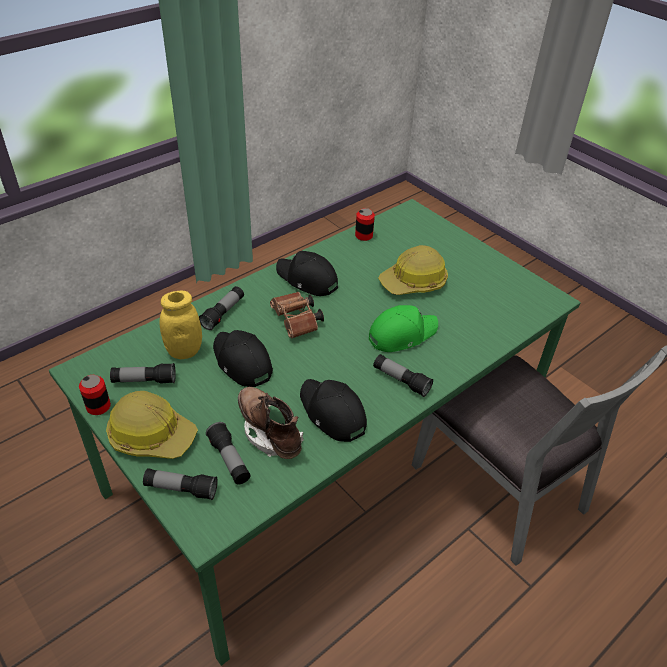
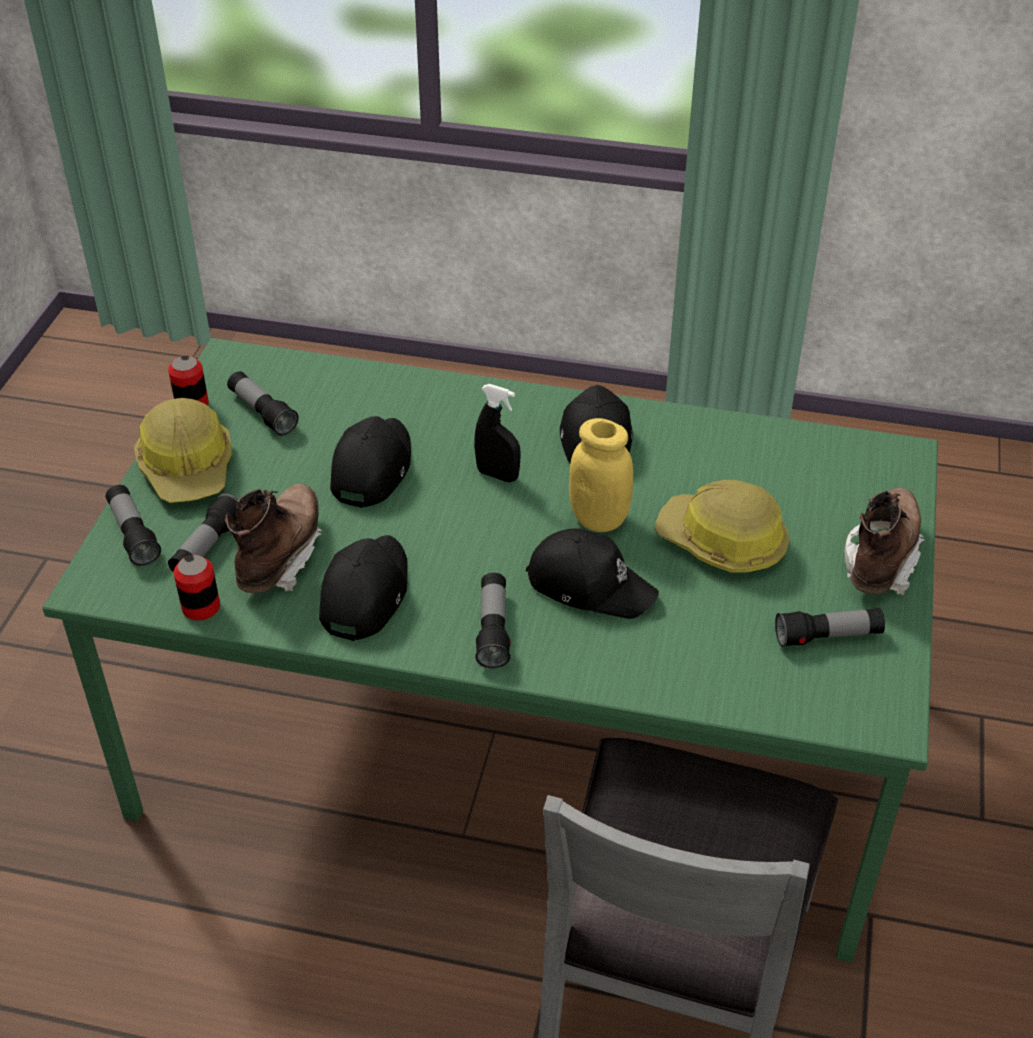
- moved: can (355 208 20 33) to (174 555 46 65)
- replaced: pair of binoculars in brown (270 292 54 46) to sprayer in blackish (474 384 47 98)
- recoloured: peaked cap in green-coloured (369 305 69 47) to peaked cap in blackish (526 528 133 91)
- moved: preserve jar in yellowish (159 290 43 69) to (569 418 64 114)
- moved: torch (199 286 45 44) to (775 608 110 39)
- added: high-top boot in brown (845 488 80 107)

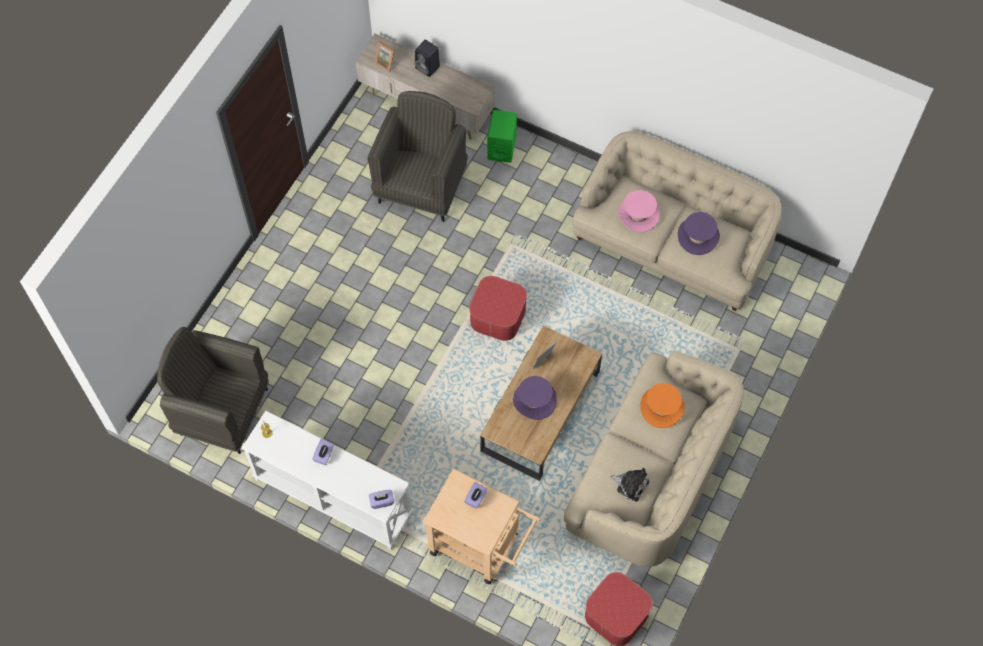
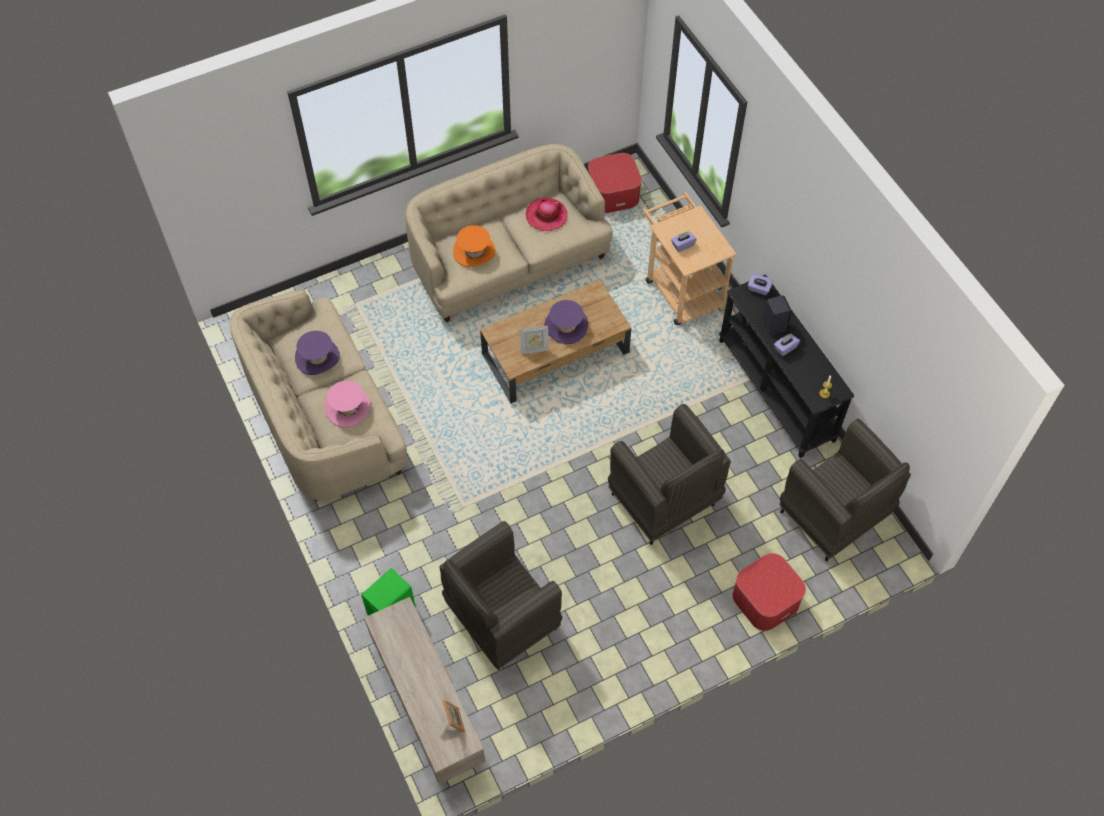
- replaced: plush toy (611 468 38 33) to hat (526 198 42 33)
- added: armchair in gray (608 404 123 141)
- recoloured: console table in whitish (242 411 170 139) to console table in blackish (719 274 135 184)
- moved: pouffe (469 276 58 65) to (732 553 74 78)
- moved: audio speaker in blackish (415 40 25 37) to (762 295 29 40)

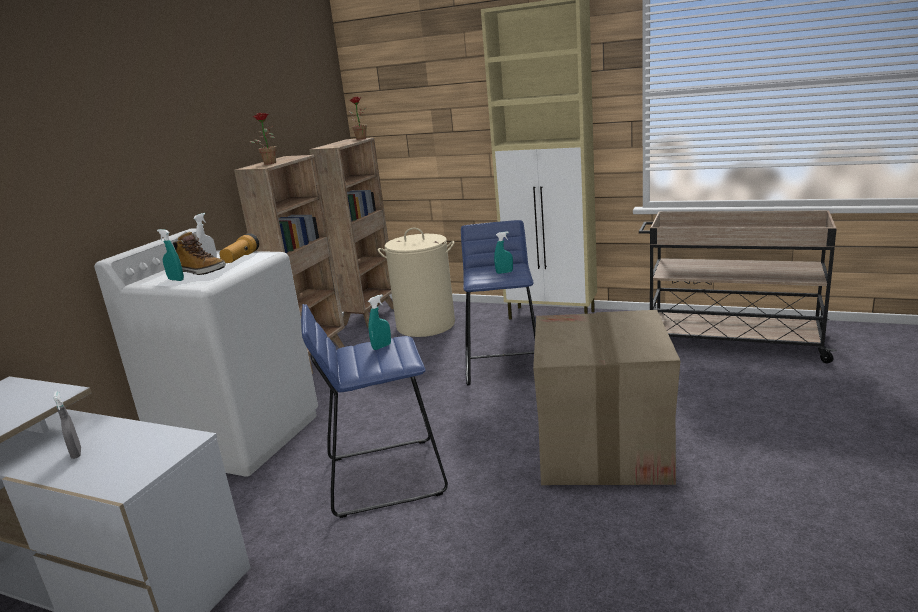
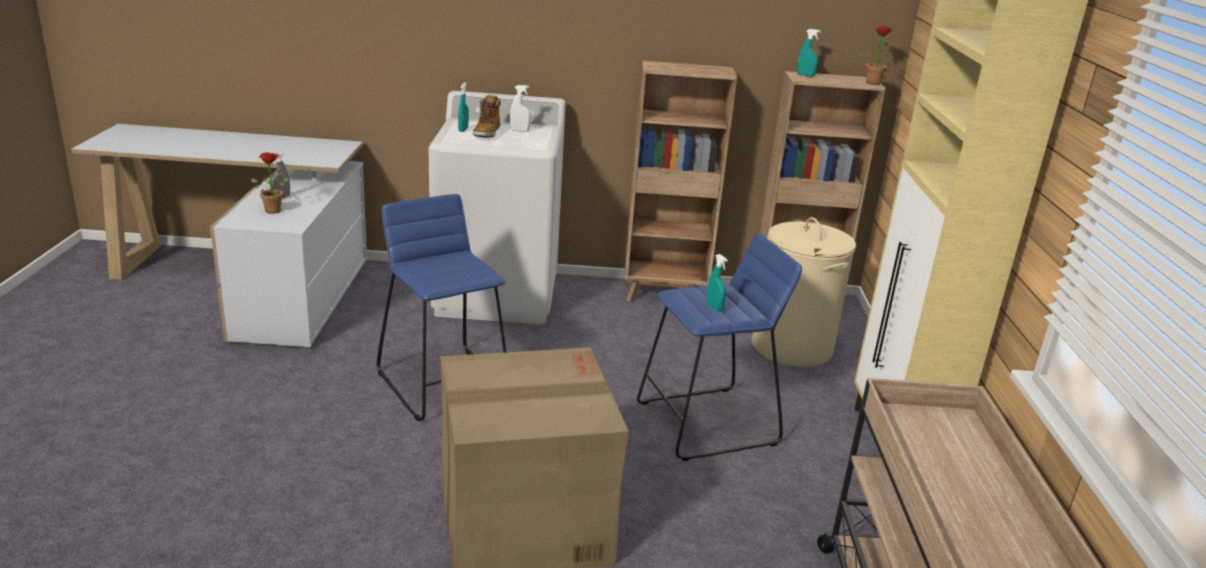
- moved: houseplant (249 113 27 52) to (251 152 44 62)
- moved: sprayer in blue-green (368 294 23 56) to (797 29 24 48)
- removed: torch (219 233 40 30)

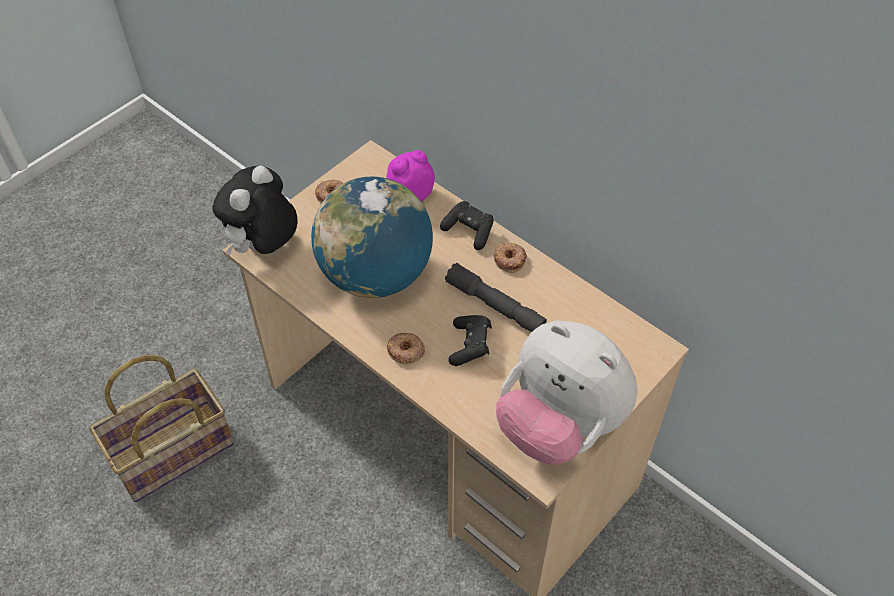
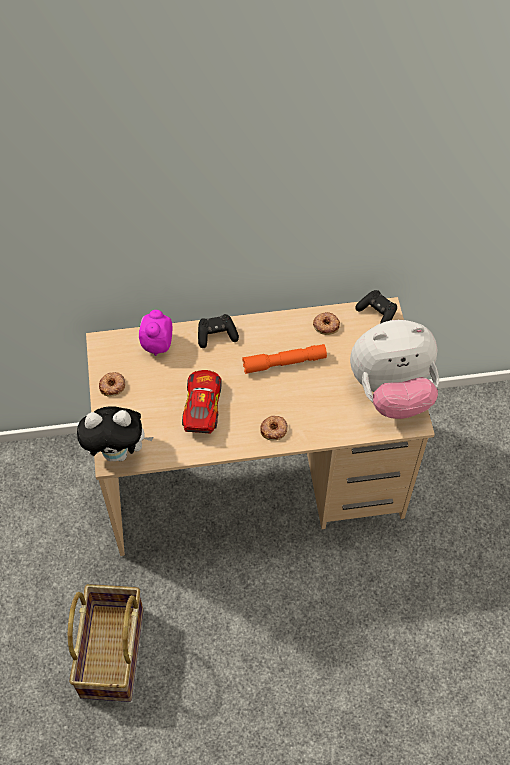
- turned: plush toy (212 165 86 91) = (77 406 76 55) 75 degrees counterclockwise
- replaced: globe (311 177 122 121) to miniature car (182 370 40 64)
- recoloured: torch in gray (445 263 102 69) to torch in orangey (242 344 85 30)
- moved: donut (493 243 34 30) to (313 312 27 23)
- moved: gamepad in blackish (448 315 44 51) to (355 290 42 33)

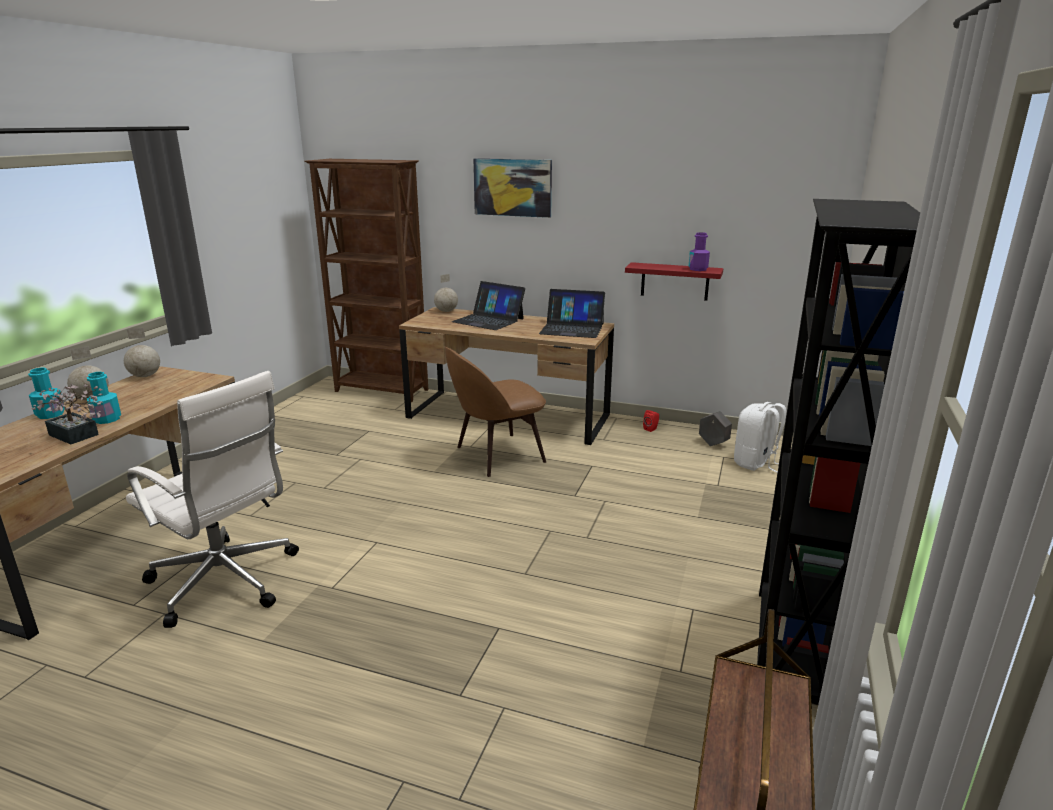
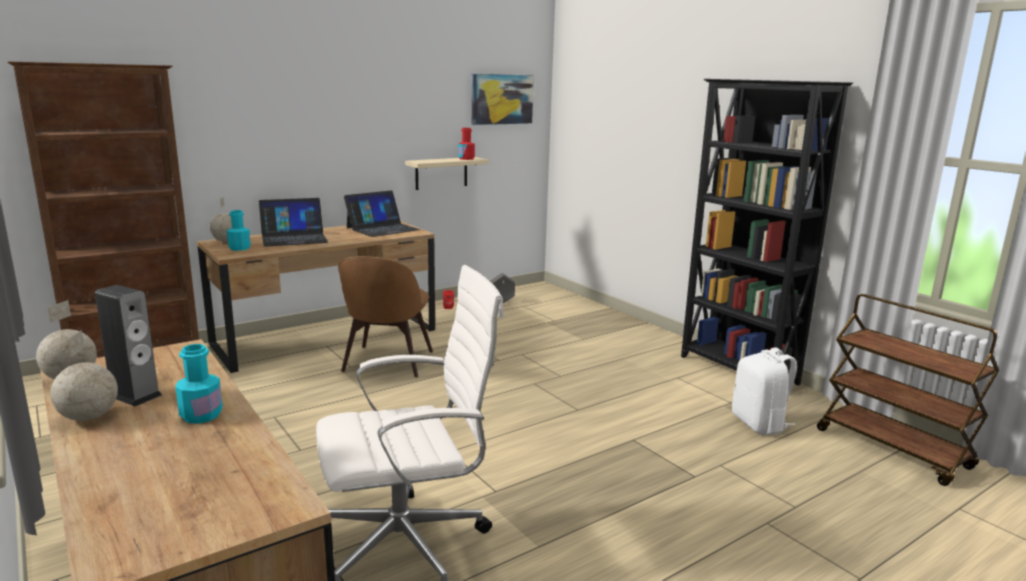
- added: audio speaker (95 285 67 121)
- moved: beverage bottle in blue-green (28 368 37 51) to (227 210 24 41)
- recoloured: shelf in red-coloured (625 262 98 39) to shelf in beige-coloured (405 157 84 33)
- recoloured: beverage bottle in purple-coloured (689 232 21 39) to beverage bottle in red-coloured (458 128 17 32)
- moved: picture (473 158 79 60) to (472 74 62 51)
- moved: knapsack in whitish (734 402 52 71) to (732 348 65 87)
- removed: houseplant (32 384 71 60)

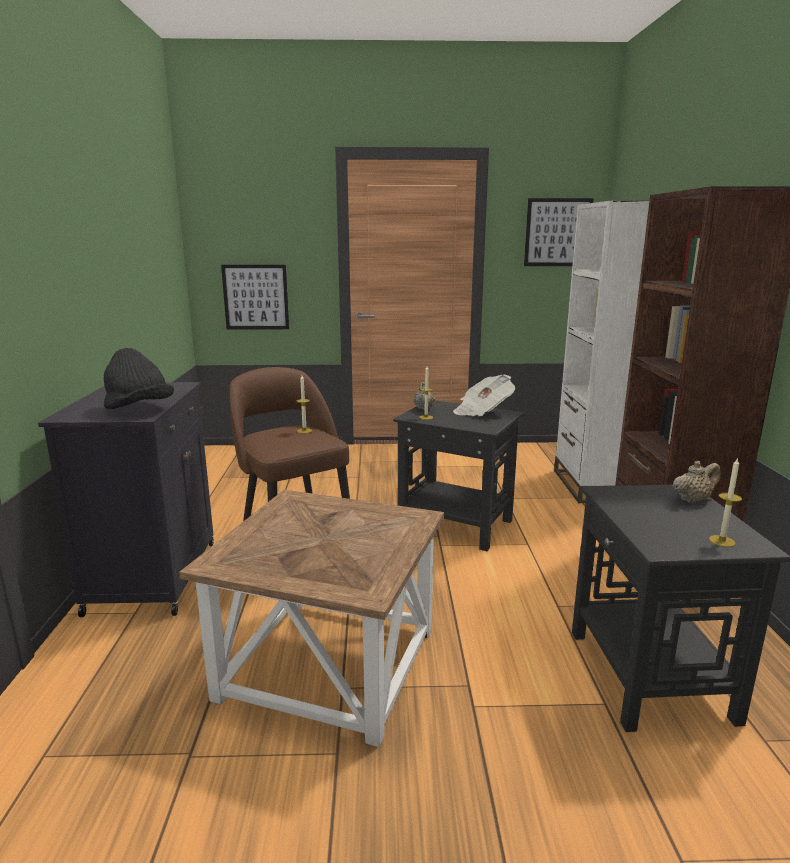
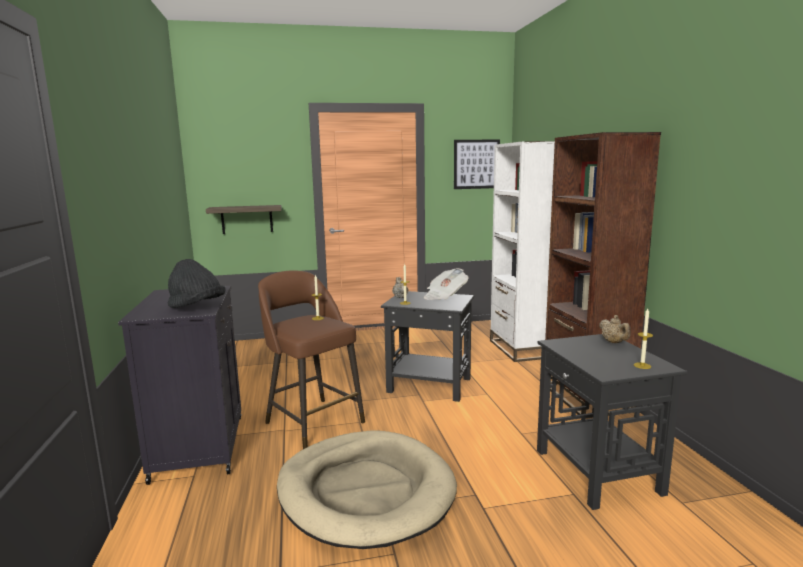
- replaced: picture (221 265 68 65) to shelf (206 205 76 29)
- replaced: end table in brown (180 490 264 257) to pet bed in beige-coloured (277 430 180 119)
- turned: teapot in beige-coloured (672 461 49 42) = (599 315 32 28) 105 degrees clockwise

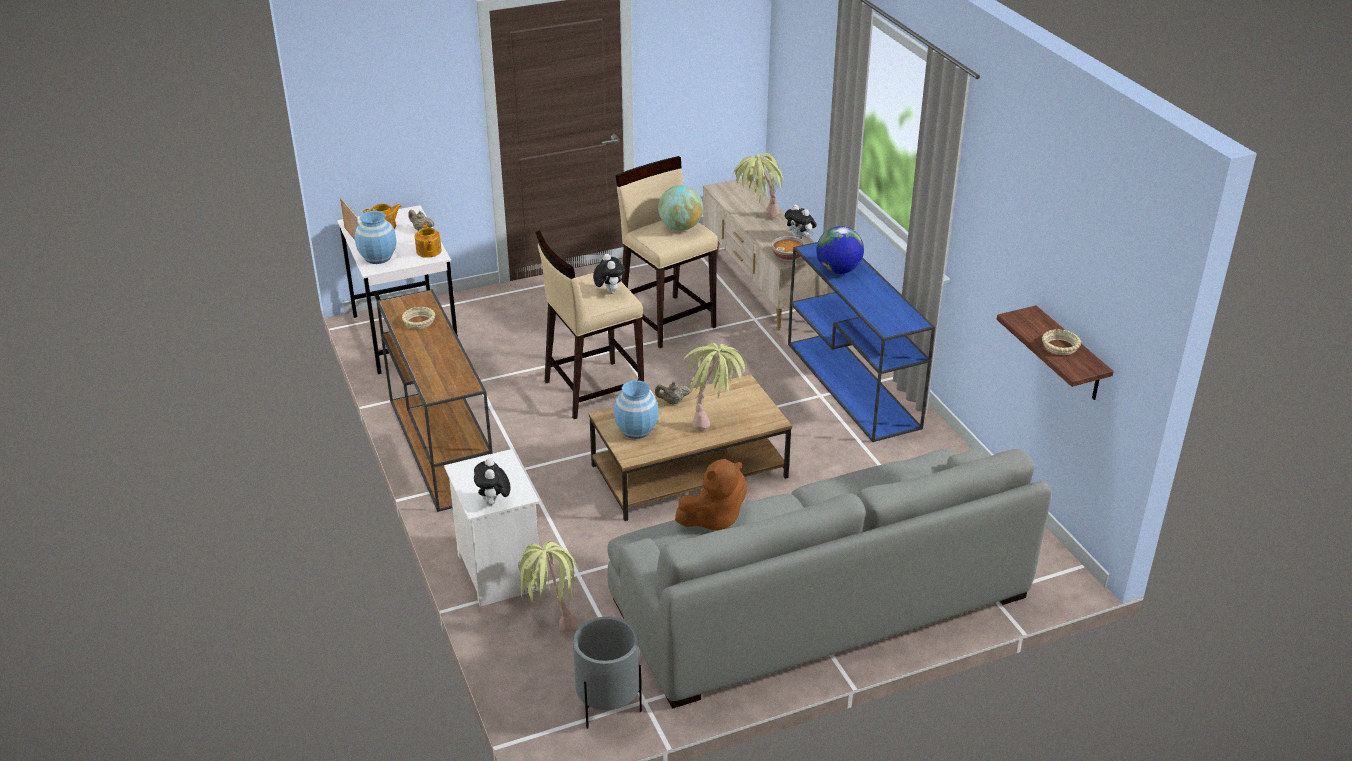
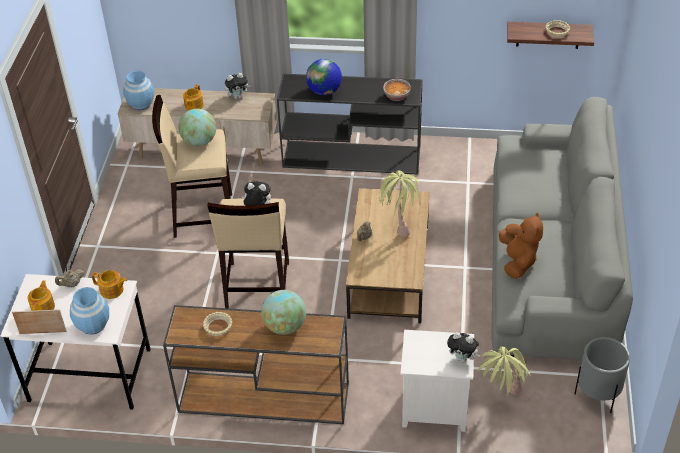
- moved: decorative vase in blue-coloured (614 380 45 59) to (123 71 31 39)
- replaced: houseplant (732 153 51 65) to teapot (183 84 21 27)
- added: globe (261 290 45 45)
- recoloured: console table in blue-coloured (788 242 147 200) to console table in blackish (277 74 146 101)
- moved: serving bowl (772 236 33 25) to (383 79 28 22)

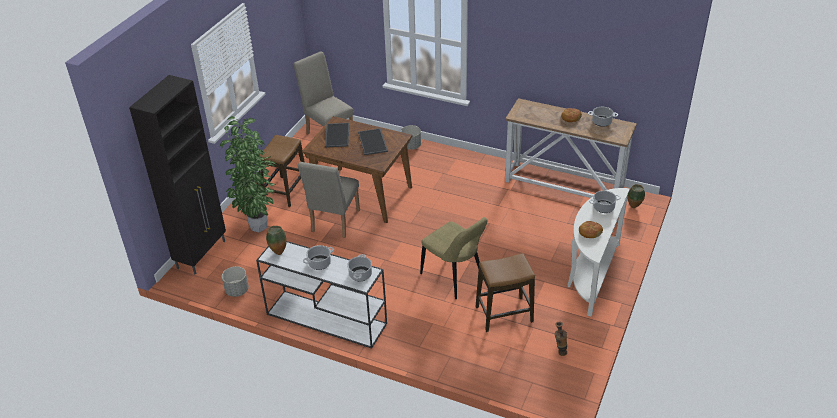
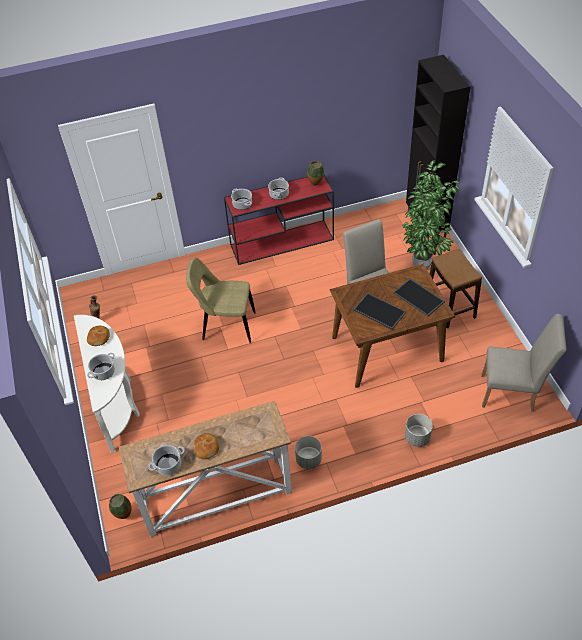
- recoloured: console table in whitish (256 241 131 108) to console table in red-coloured (224 175 110 90)
- moved: flower pot in gray (222 266 27 31) to (295 436 27 33)
- removed: stool (476 253 59 79)

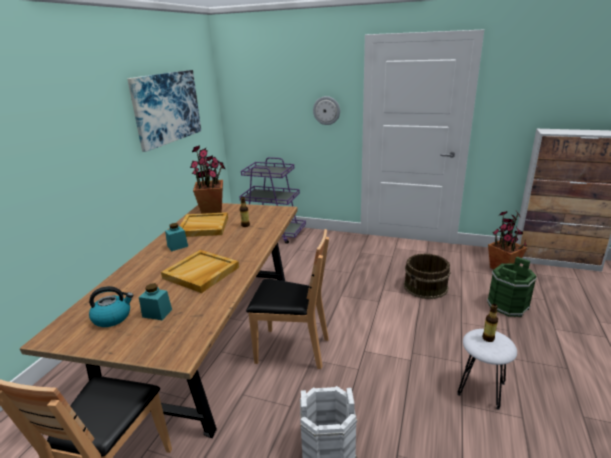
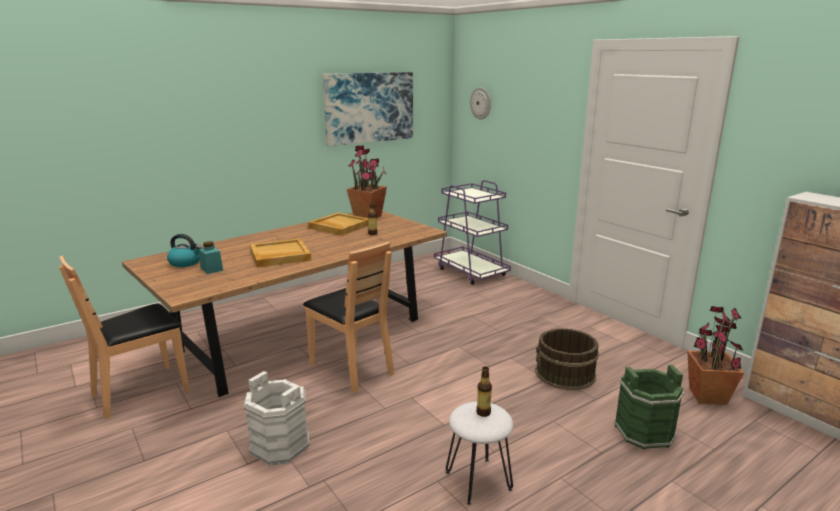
- moved: wall clock (313 96 27 29) to (470 87 21 32)
- removed: preserve jar in blue-green (165 223 23 28)

